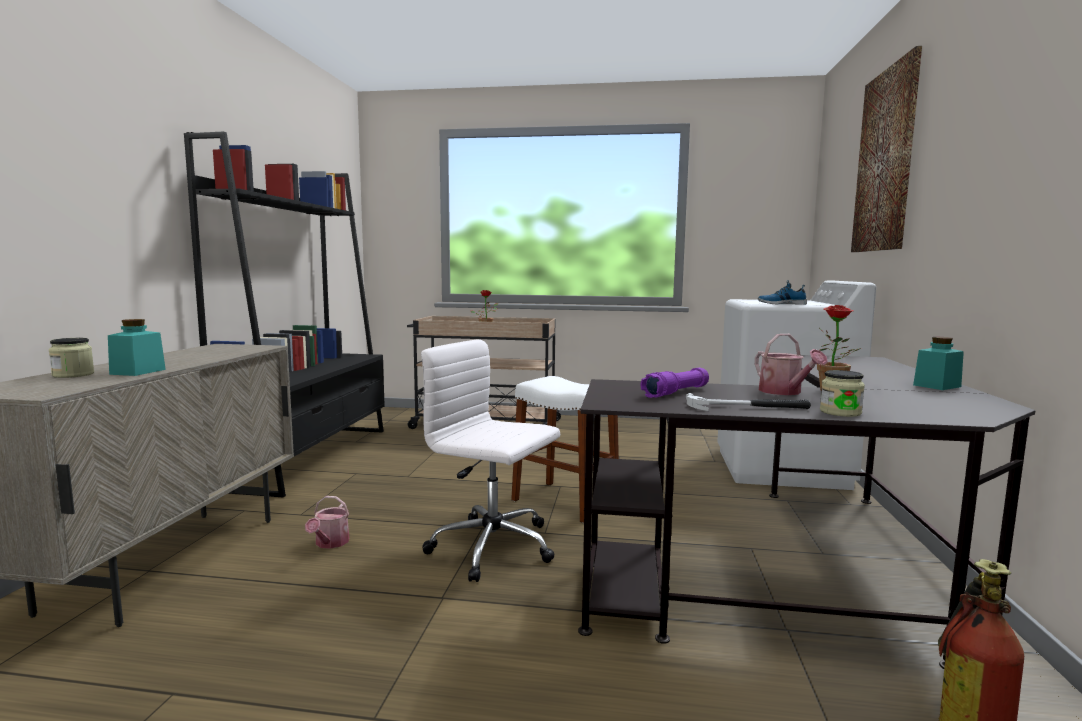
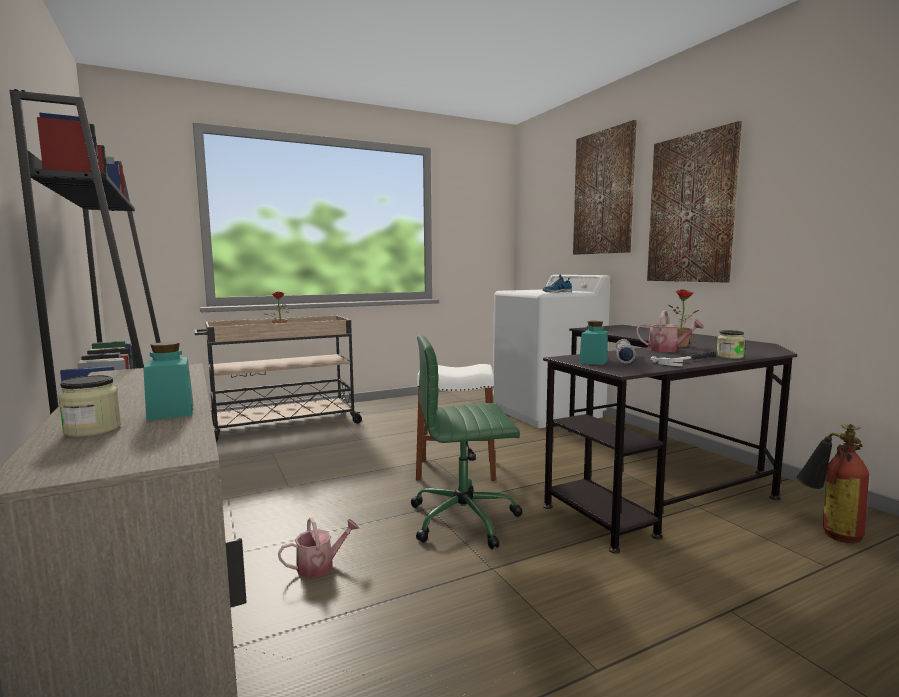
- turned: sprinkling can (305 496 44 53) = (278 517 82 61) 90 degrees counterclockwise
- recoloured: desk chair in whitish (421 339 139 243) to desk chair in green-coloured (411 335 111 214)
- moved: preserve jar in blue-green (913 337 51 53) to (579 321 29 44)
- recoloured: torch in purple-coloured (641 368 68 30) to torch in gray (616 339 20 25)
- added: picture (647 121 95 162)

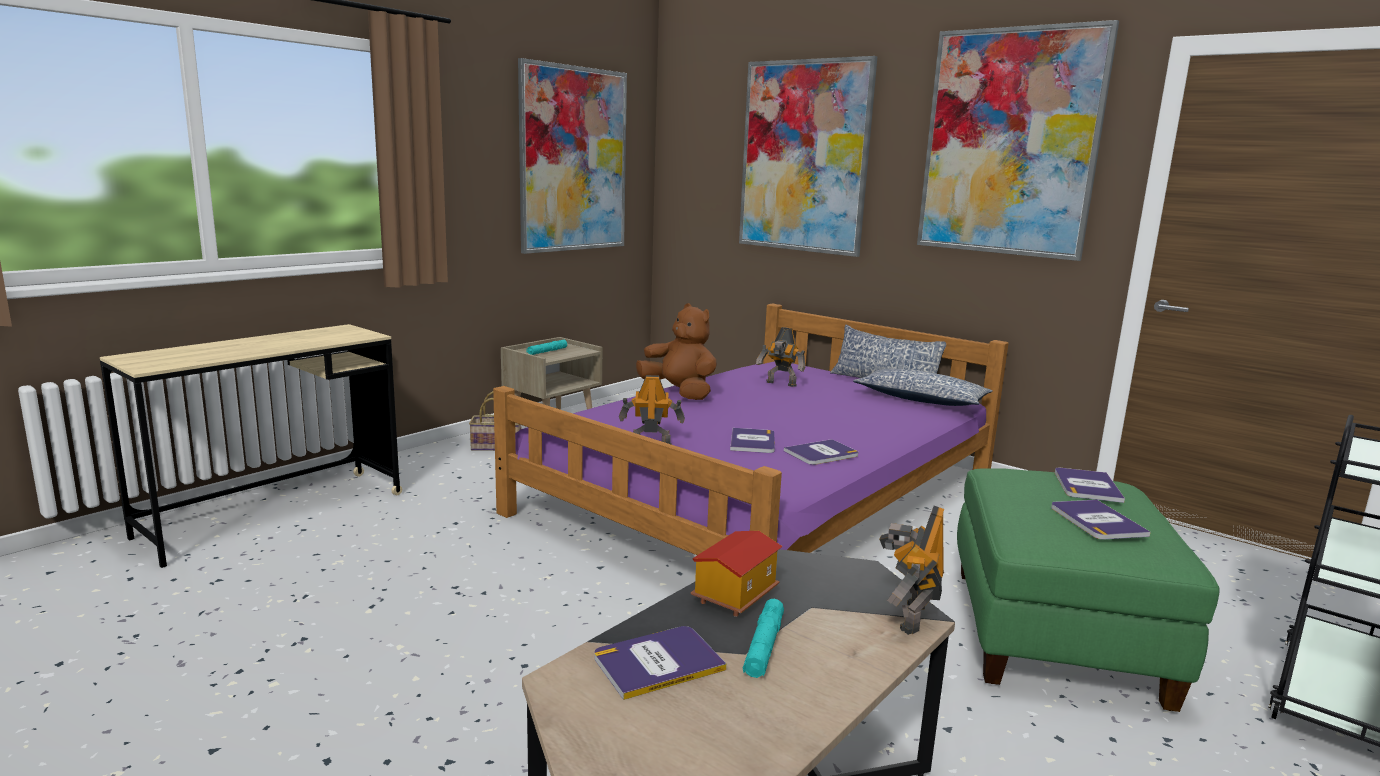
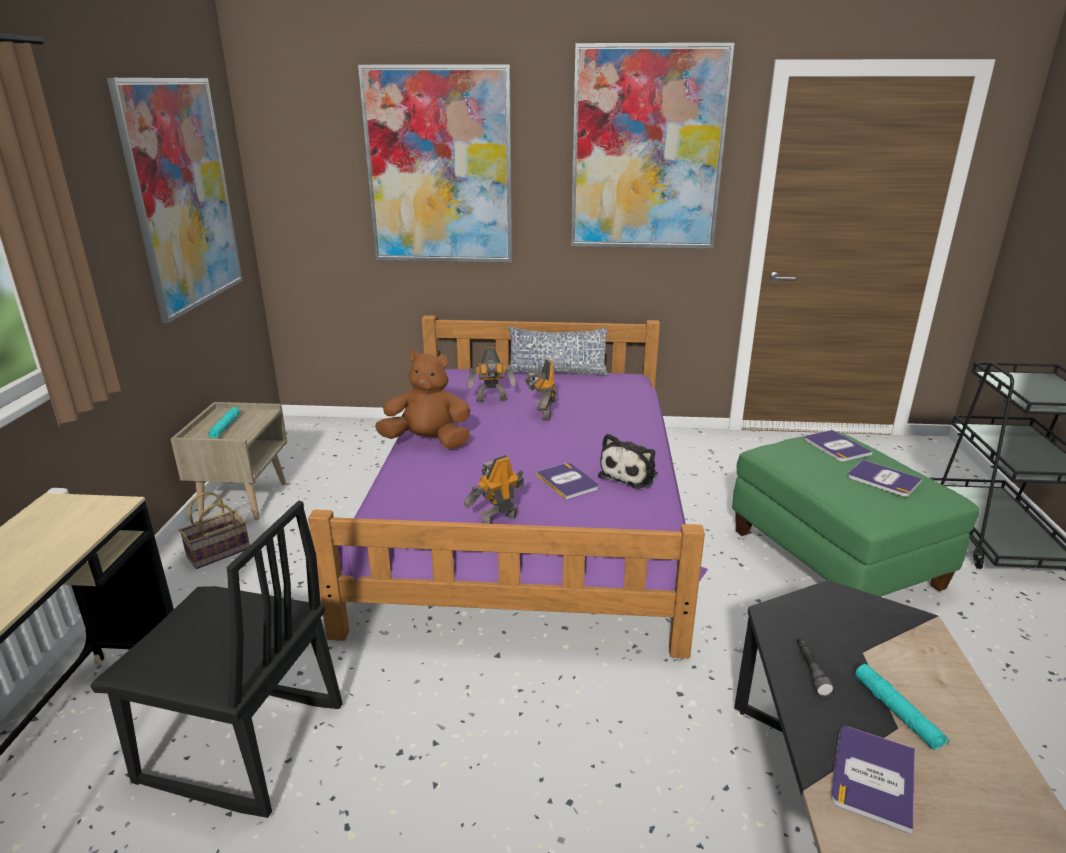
- added: upright chair in blackish (90 501 253 317)
- moved: model robot (879 506 65 129) to (525 360 32 61)
- replaced: book (784 439 74 26) to plush toy (598 434 60 55)
- replaced: model house (691 531 92 86) to torch in gray (797 638 37 58)
- removed: cushion (853 369 139 37)

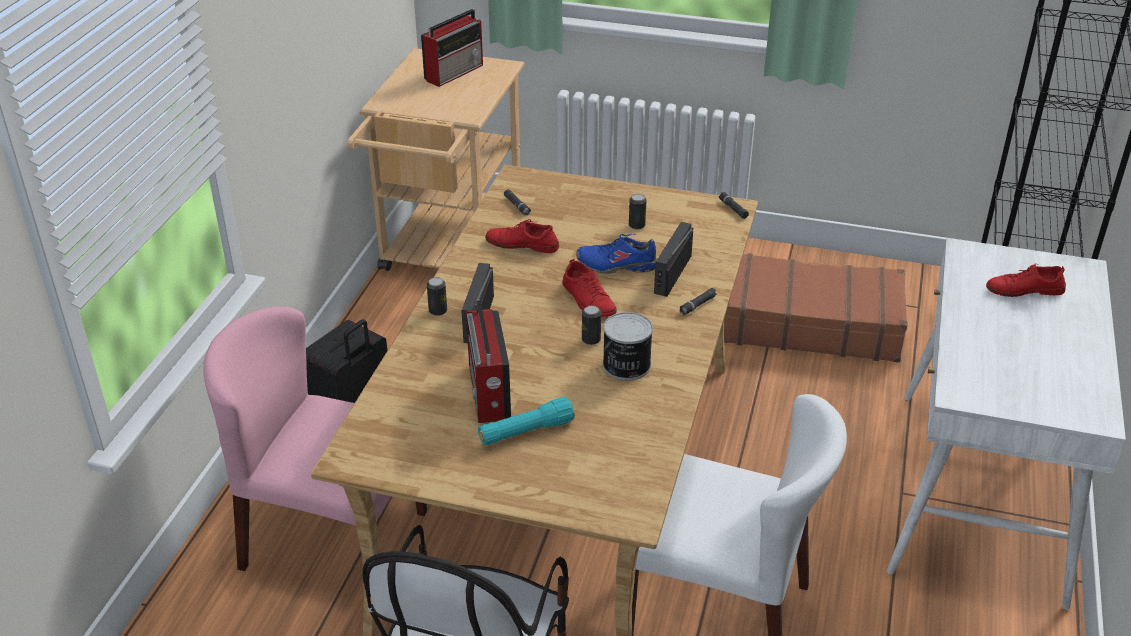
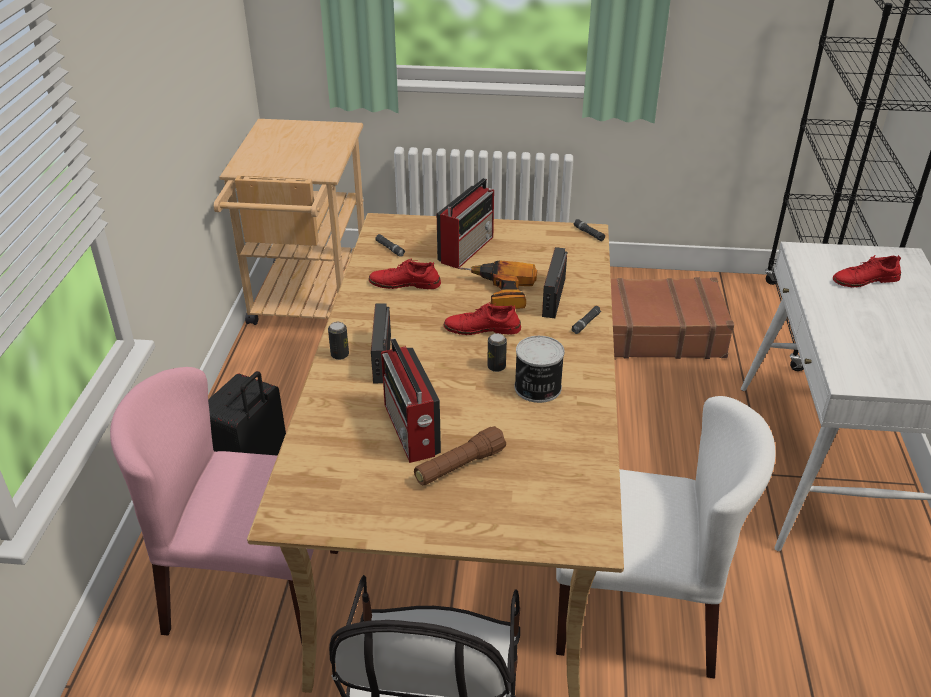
- recoloured: torch in blue-green (478 397 97 48) to torch in brown (414 426 92 59)
- moved: radio set (421 9 62 78) to (437 178 57 91)
- turned: low shoe in red-coloured (562 259 55 58) = (444 302 77 33) 135 degrees clockwise
- replaced: low shoe in blue-coloured (576 234 81 40) to drill (458 260 79 49)
- removed: can (629 194 18 35)

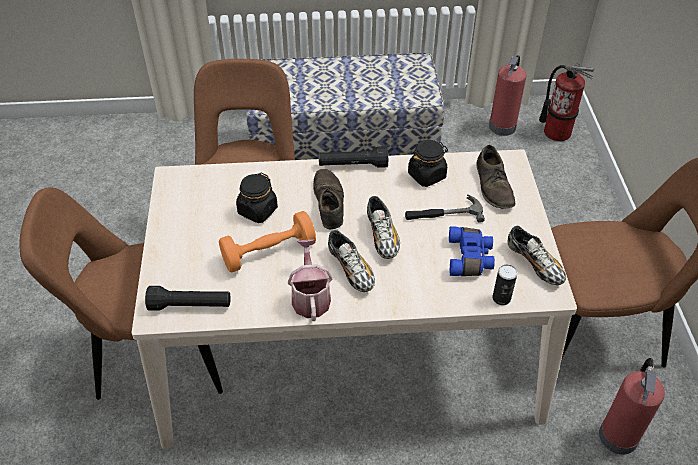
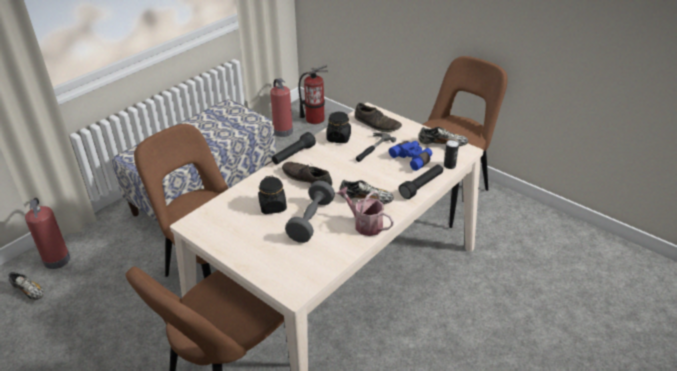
- moved: low shoe (367 196 33 63) to (8 272 36 28)
- moved: fire-fighting cylinder (599 358 66 96) to (25 198 45 71)
- recoloured: hand weight in orangey (219 211 97 62) to hand weight in gray (285 181 50 62)
- moved: torch in blackish (145 286 85 25) to (399 164 44 35)

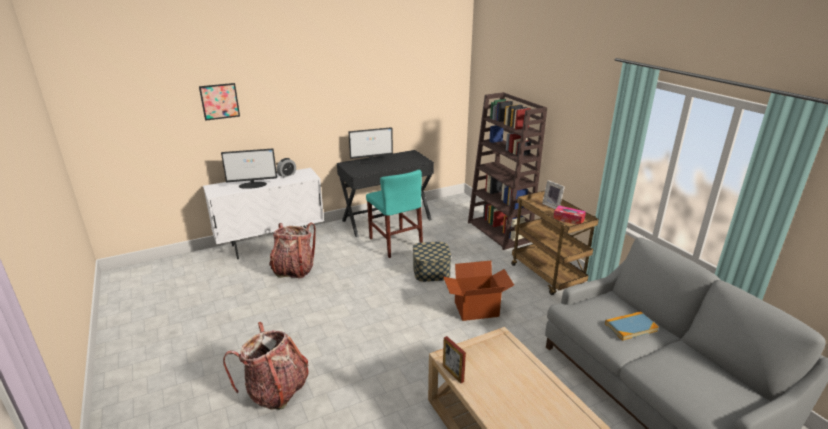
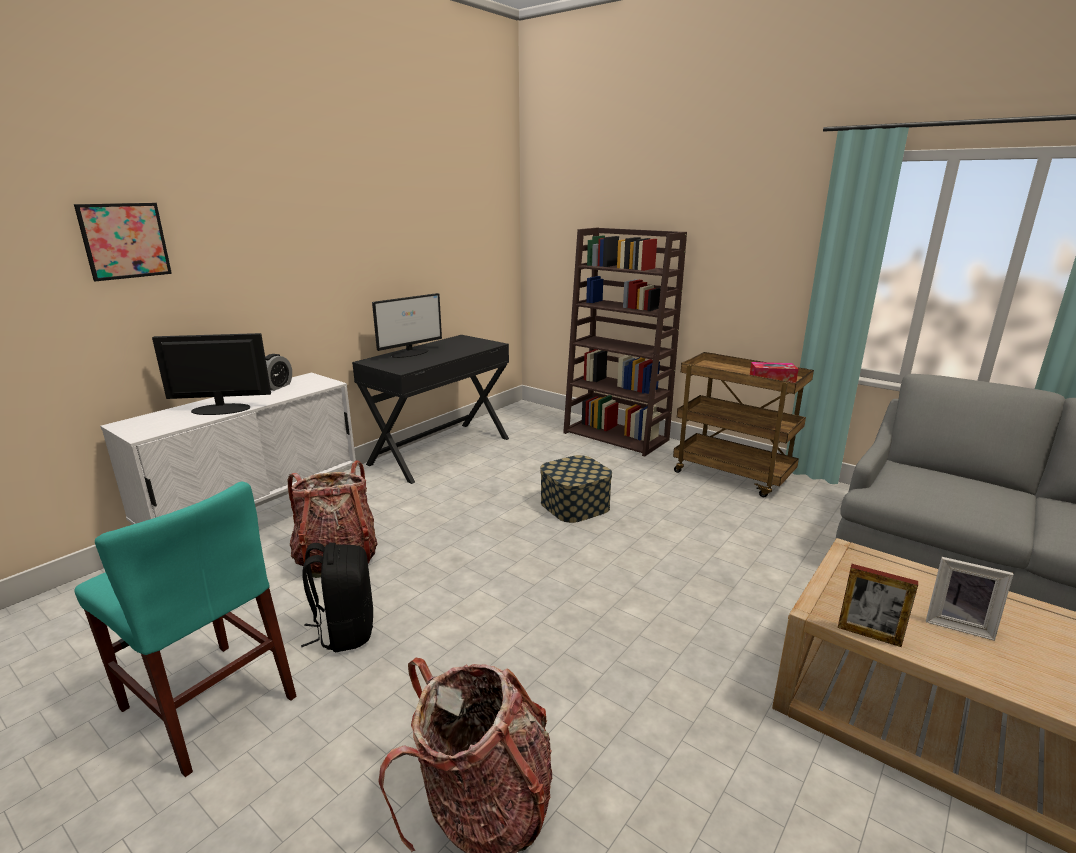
- moved: upright chair in blue-green (366 170 57 88) to (74 481 222 296)
- turned: computer display (221 148 56 41) = (152 333 119 82) 150 degrees counterclockwise
- added: knapsack in blackish (301 543 72 109)
- moved: photo frame (542 180 23 29) to (926 557 87 84)
- removed: carton (443 261 71 60)
- removed: book (605 311 54 30)

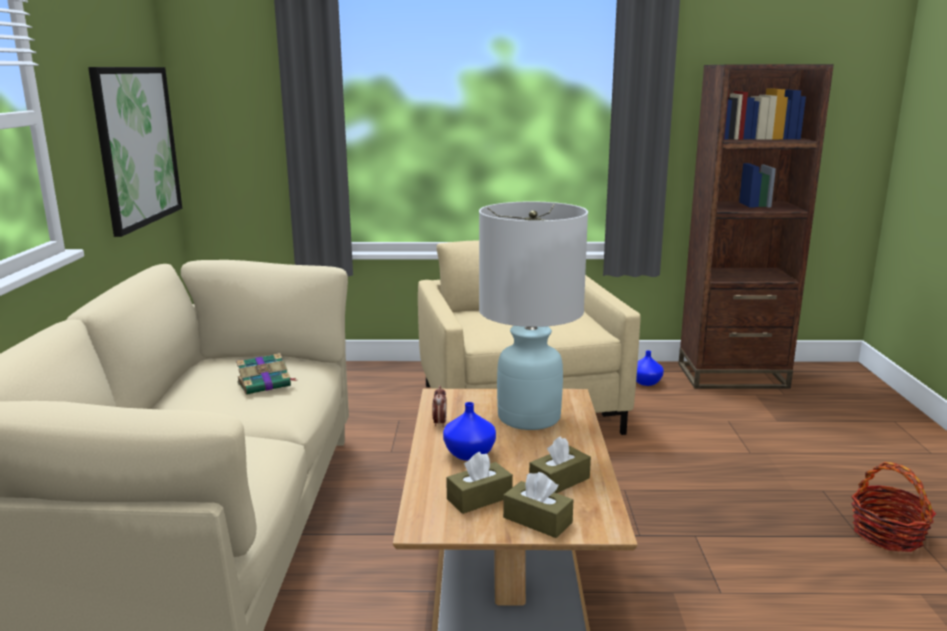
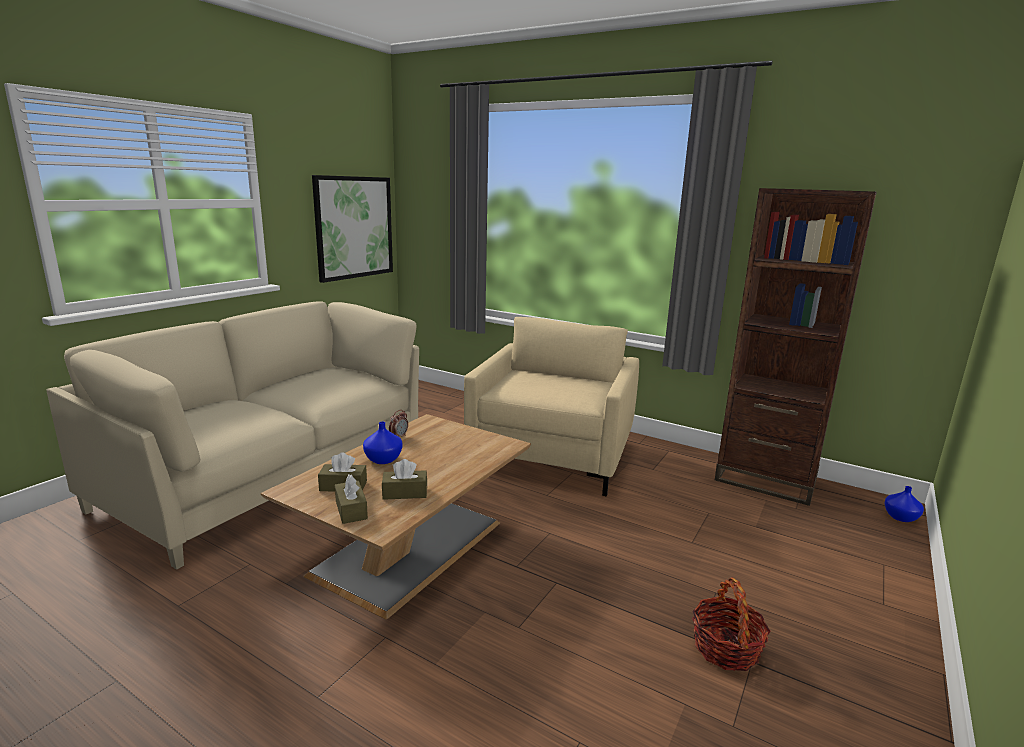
- moved: decorative vase in blue-coloured (636 351 28 35) to (884 486 40 36)
- removed: book (236 353 60 42)
- removed: lamp for a table in whitish (479 202 109 228)

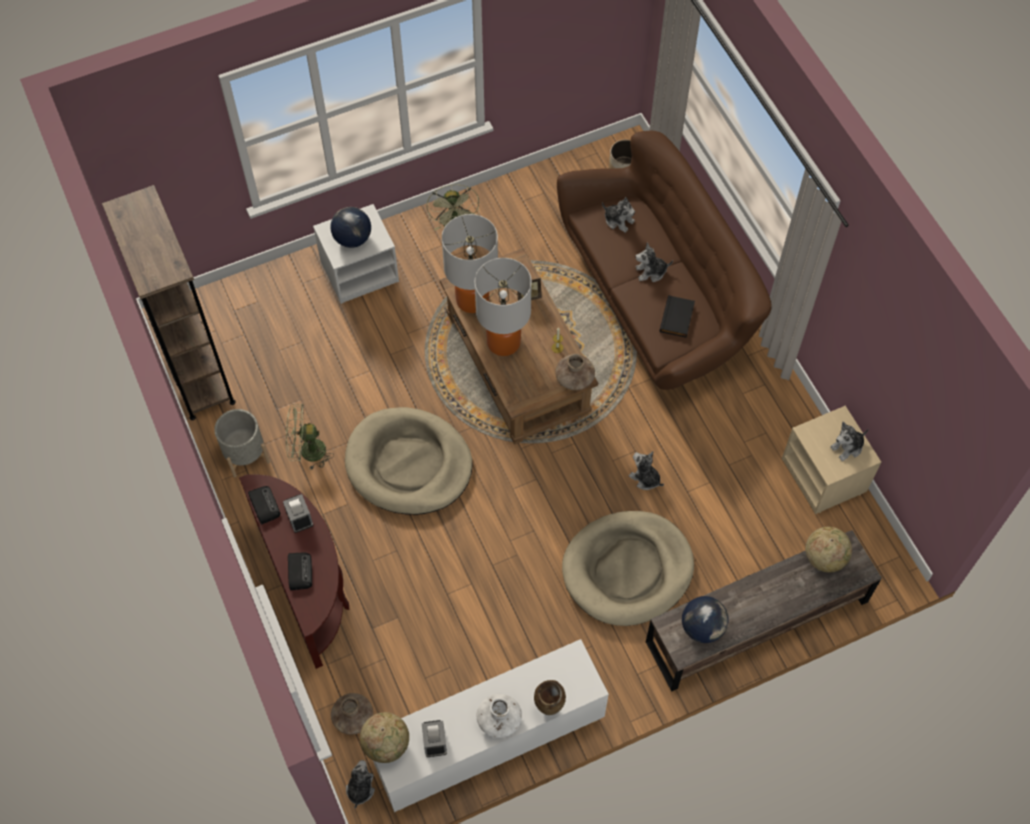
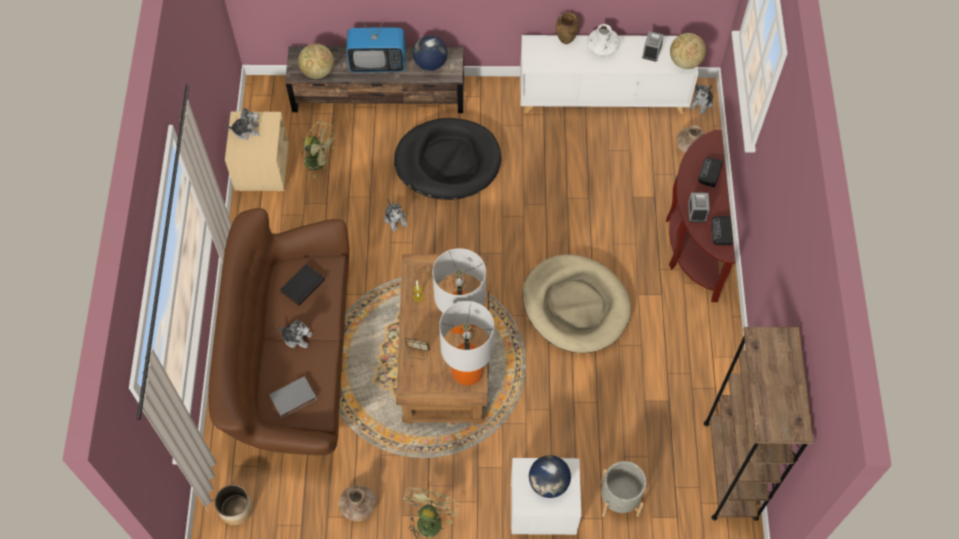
- replaced: plush toy (602 197 33 36) to book in gray (269 376 48 42)
- moved: cooling fan in green-coloured (286 404 48 67) to (302 121 34 57)
- moved: decorative vase in brown (556 354 39 36) to (339 485 37 36)
- added: TV set (346 19 60 53)
- recoloured: pet bed in beige-coloured (562 511 132 115) to pet bed in blackish (394 118 108 82)
- moved: flower pot in gray (214 409 56 68) to (600 461 46 56)

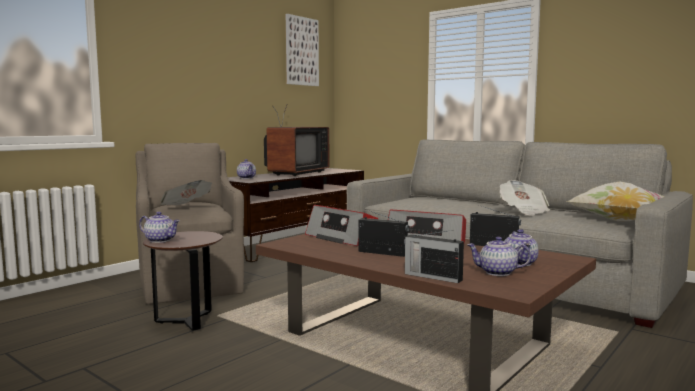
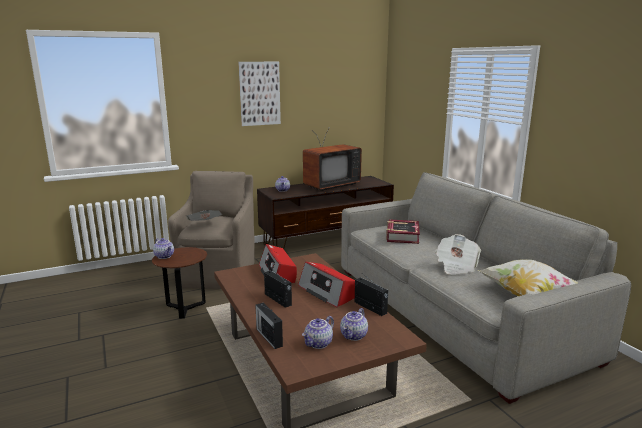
- moved: picture (286 14 33 72) to (238 62 43 64)
- turned: teapot (467 237 64 39) = (302 316 32 33) 90 degrees counterclockwise
- added: book (386 219 34 25)

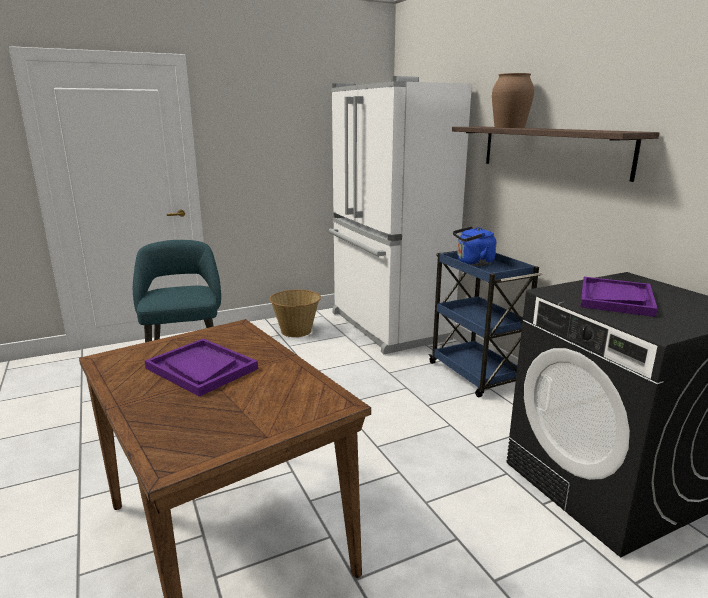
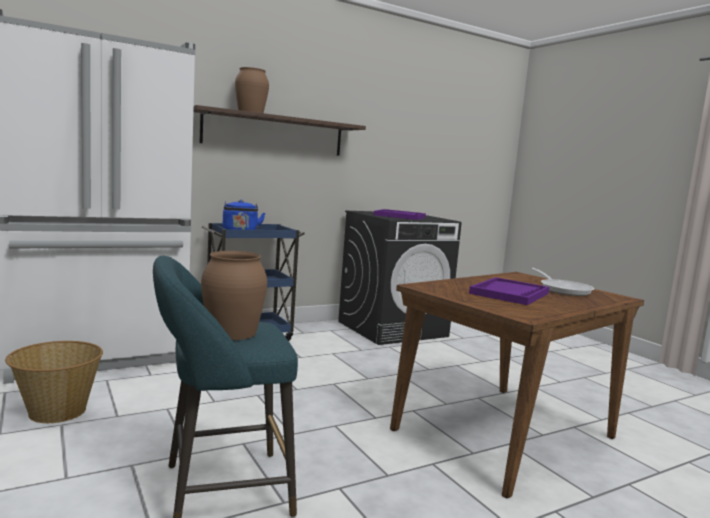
- added: decorative vase in brown (201 251 66 89)
- added: skillet (531 268 63 28)

